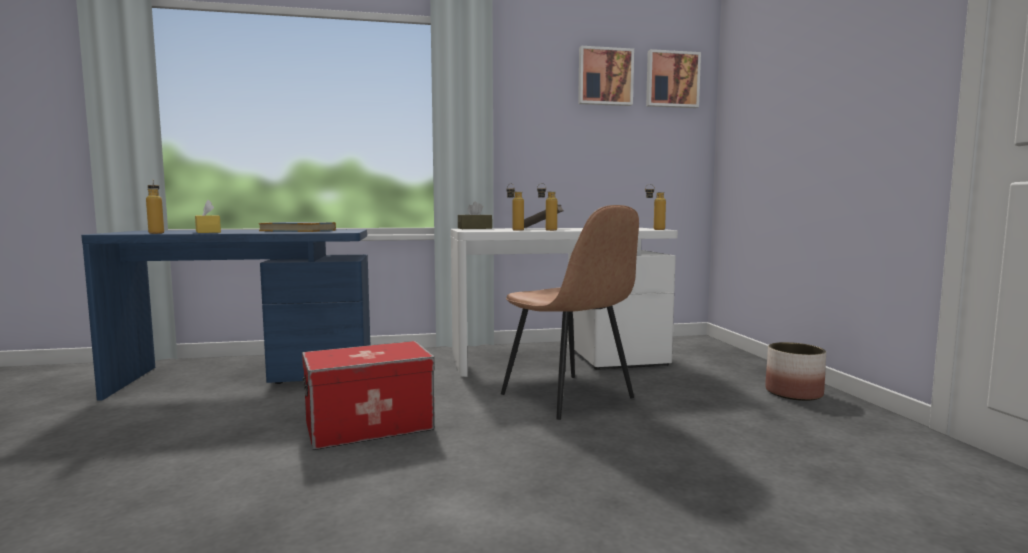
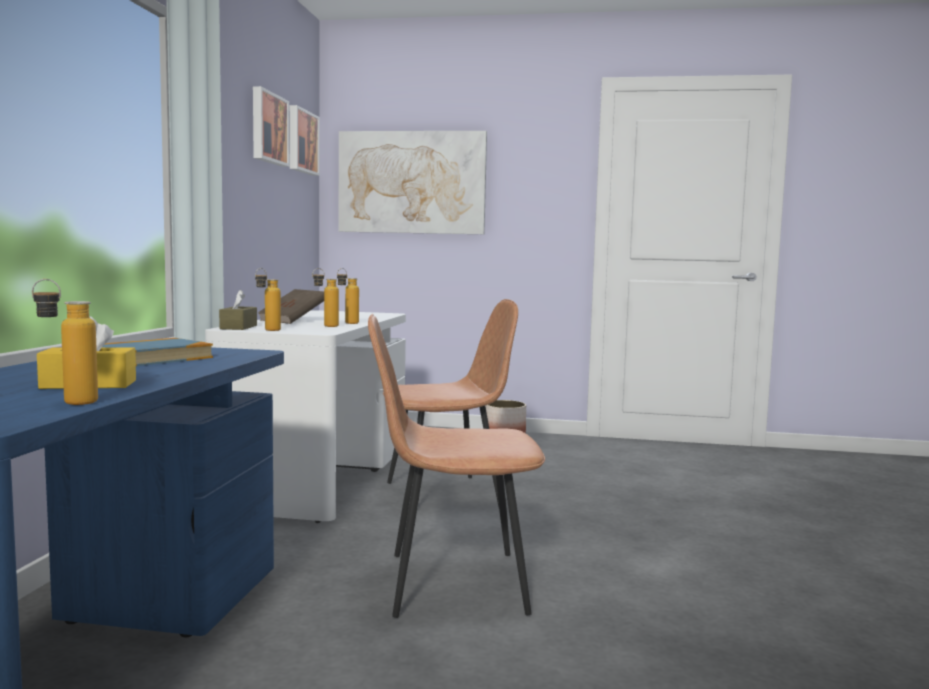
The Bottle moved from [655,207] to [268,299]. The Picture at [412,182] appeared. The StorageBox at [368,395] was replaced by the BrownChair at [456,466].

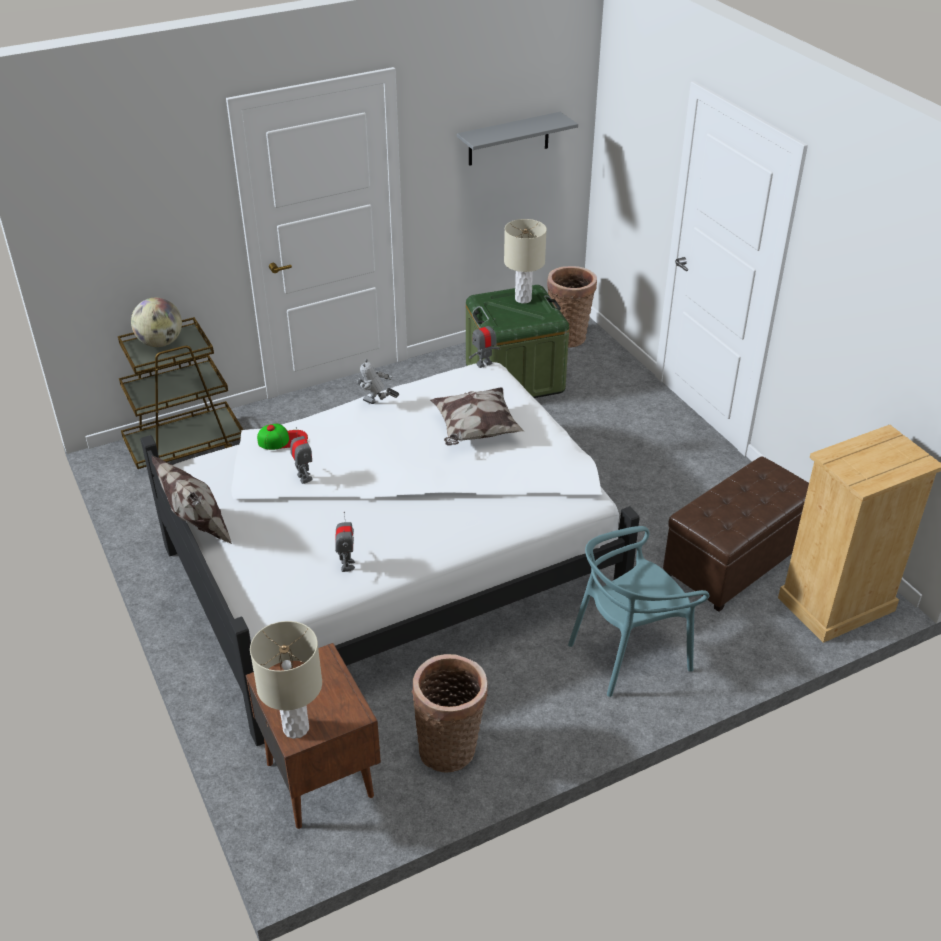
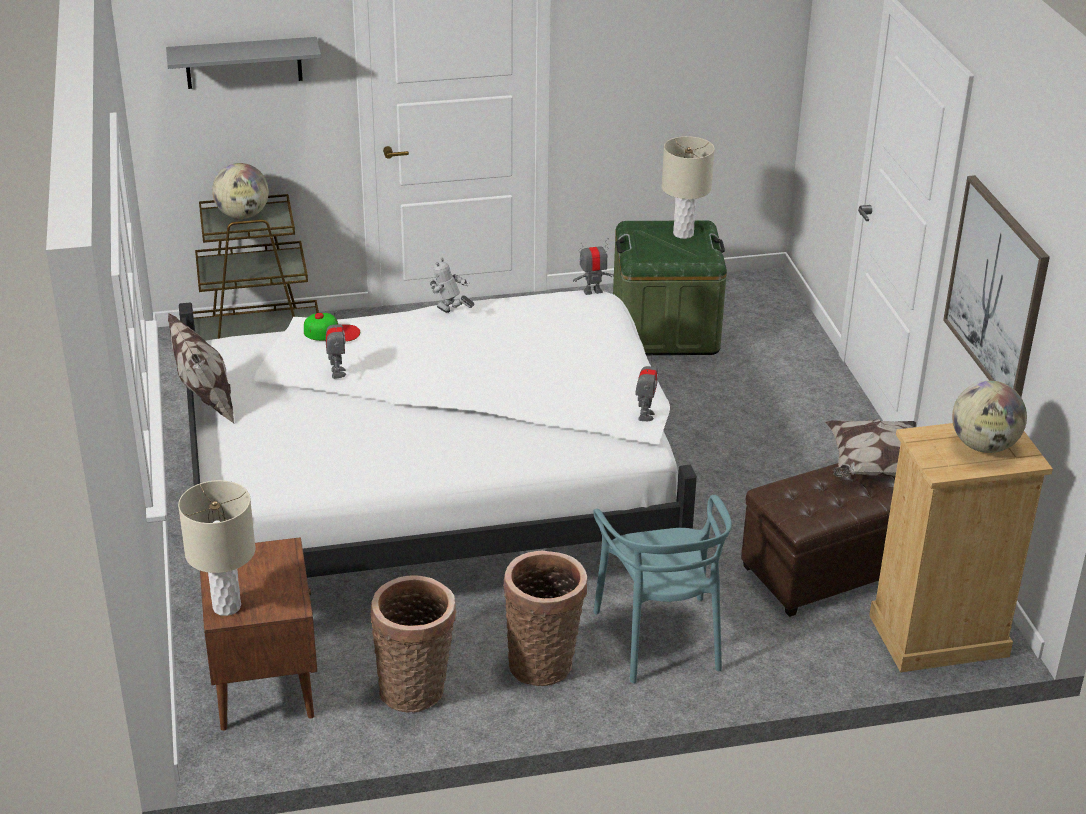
The GreyShelf moved from [517,139] to [243,63]. The Basket moved from [572,307] to [545,618]. The TurquoiseChair at [638,611] turned 90 degrees counterclockwise. The ToyRobot moved from [345,542] to [647,388]. The Pillow moved from [477,416] to [870,448]. The Picture at [996,286] appeared. The Globe at [989,417] appeared.

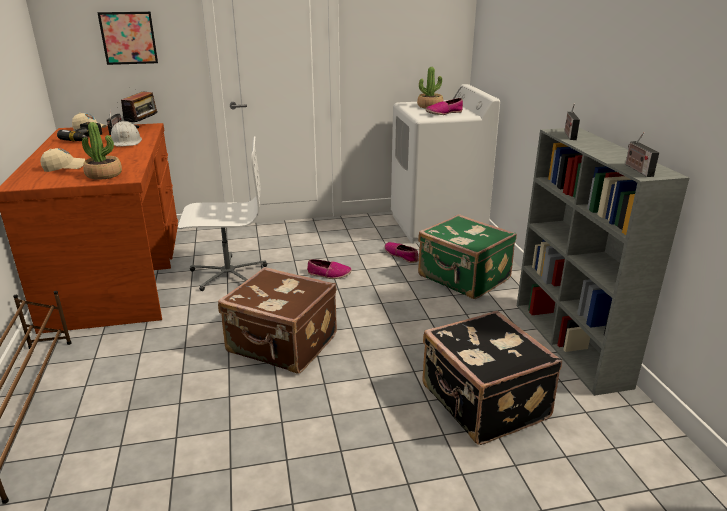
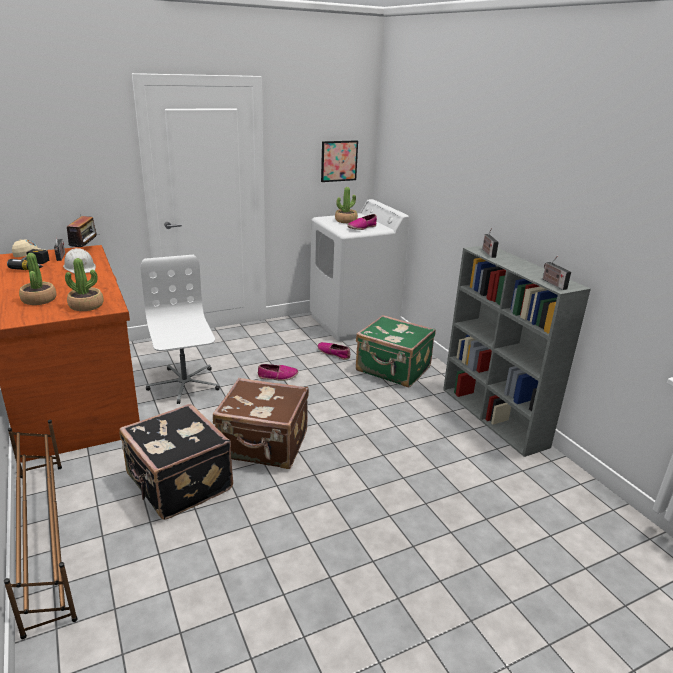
The BeigeCap at [62,160] was replaced by the PottedPlant at [37,279]. The BlackSuitcase moved from [492,377] to [176,461]. The WhiteOfficeChair at [222,213] turned 90 degrees counterclockwise. The Picture moved from [127,38] to [339,161].

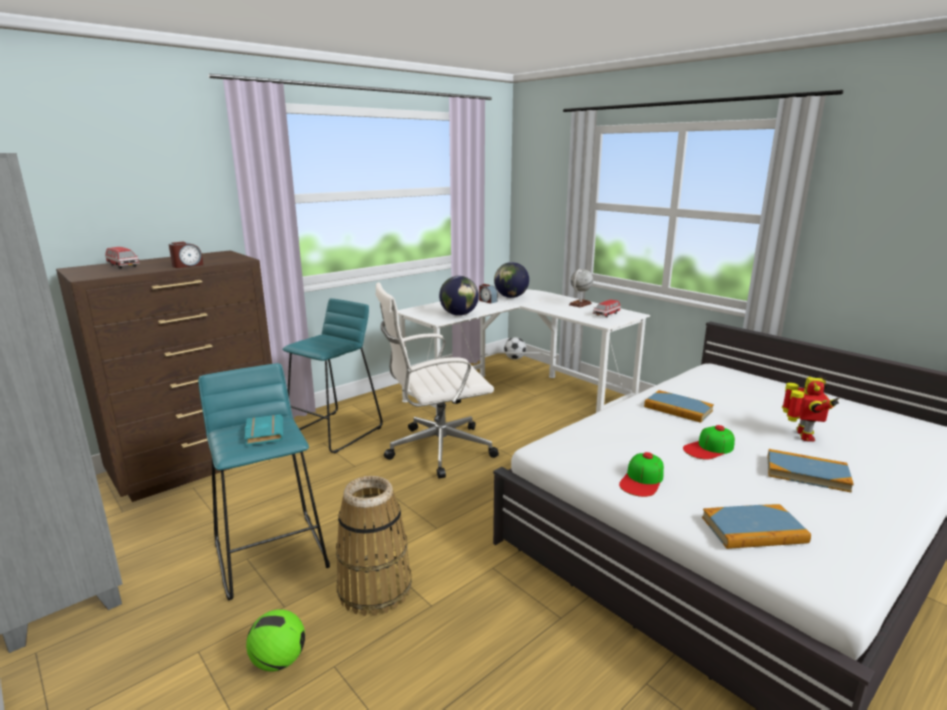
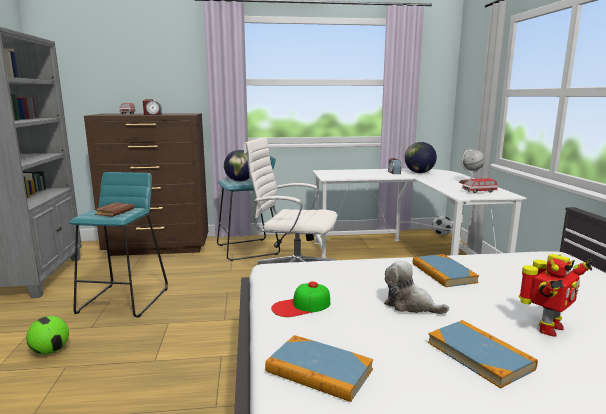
The TurquoiseBook at [263,430] became the BrownBook at [114,210]. The Globe moved from [459,296] to [237,166]. The Cap at [709,442] was replaced by the PlushToy at [416,287]. The Basket at [374,546] disappeared.

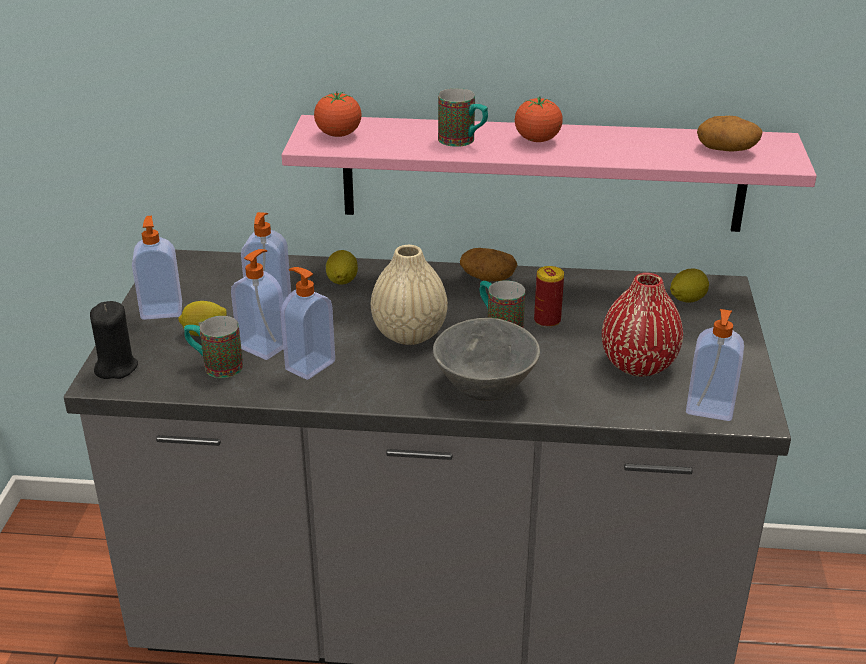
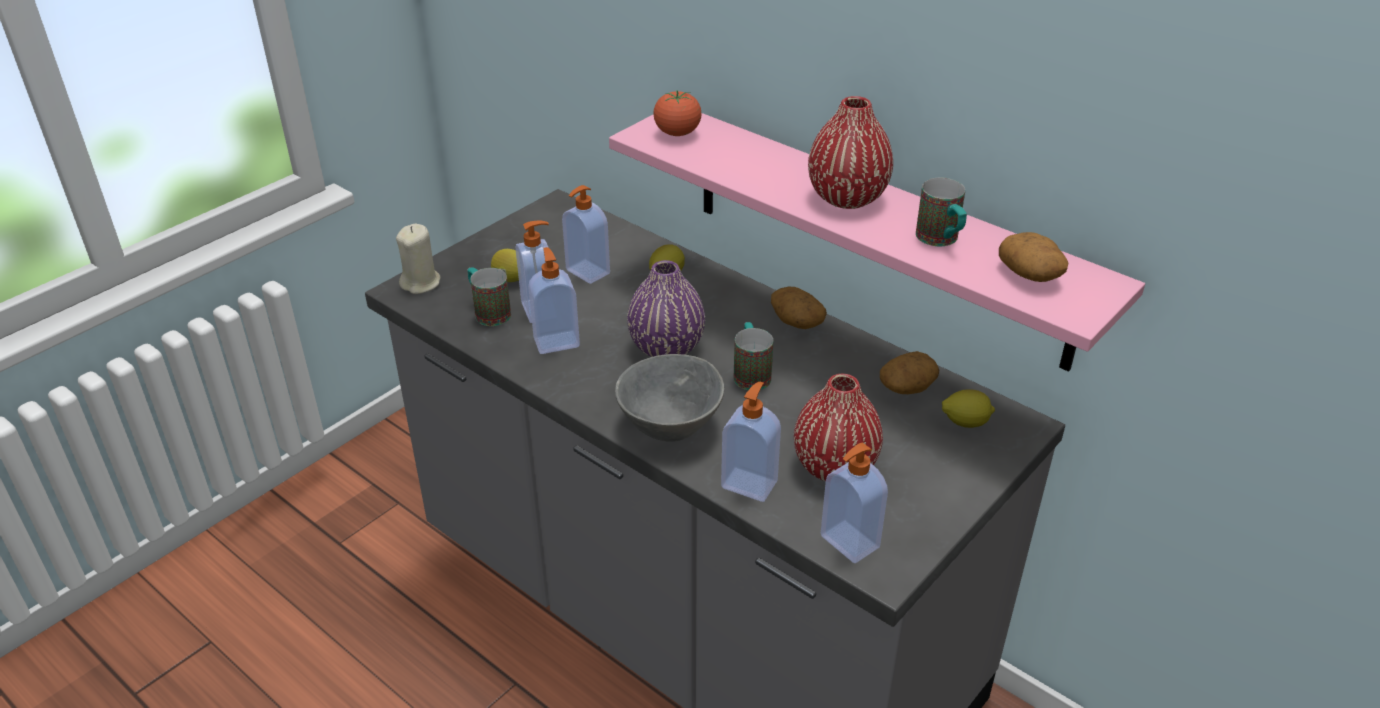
The BlackCandle at [114,340] became the BeigeCandle at [418,259]. The BeigeVase at [409,295] became the PurpleVase at [666,308]. The SoapDispenser moved from [157,268] to [751,442]. The Tomato at [539,119] was replaced by the RedVase at [850,152]. The Potato at [909,372] appeared. The Mug moved from [463,117] to [941,212]. The Can at [549,297] disappeared.

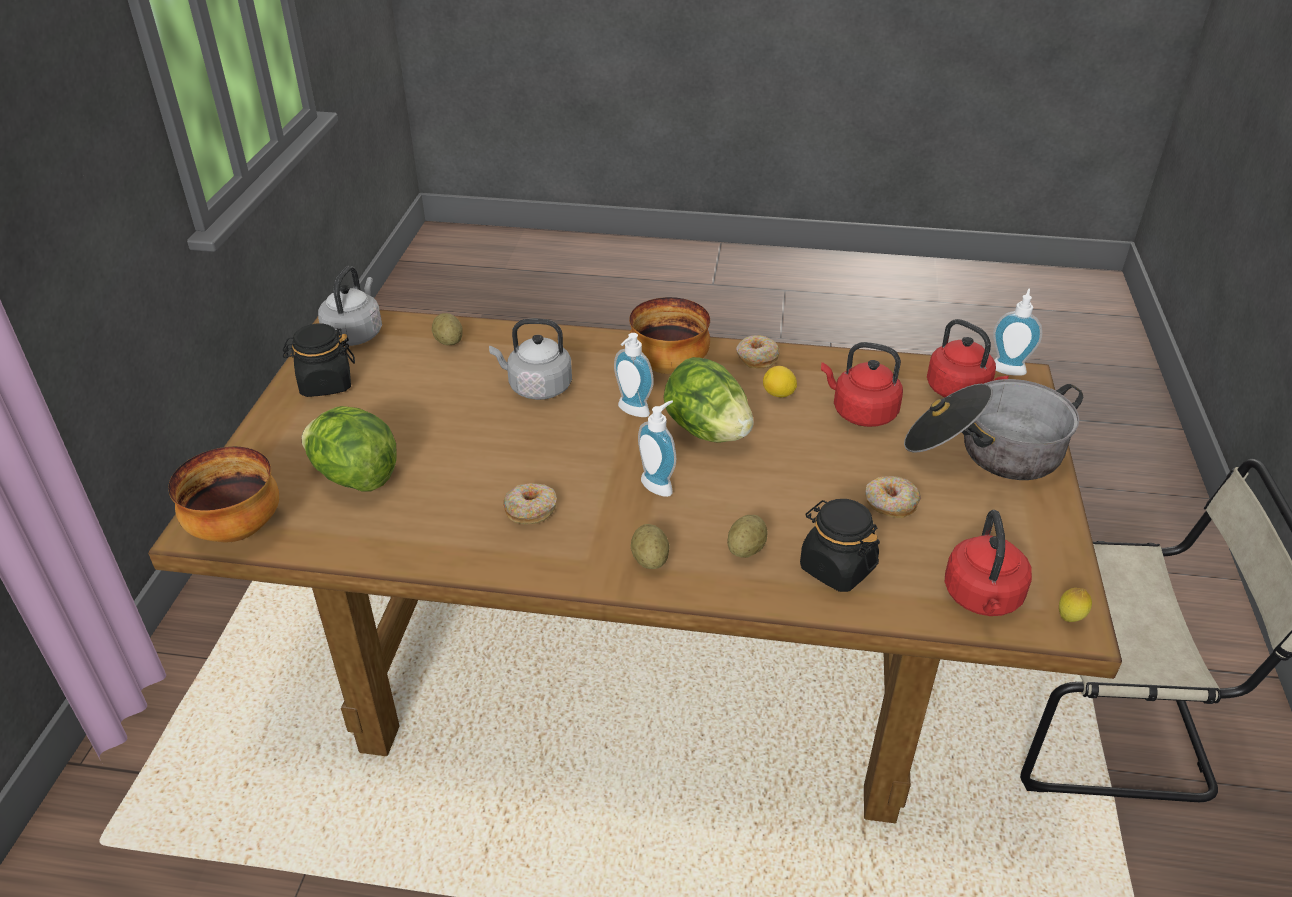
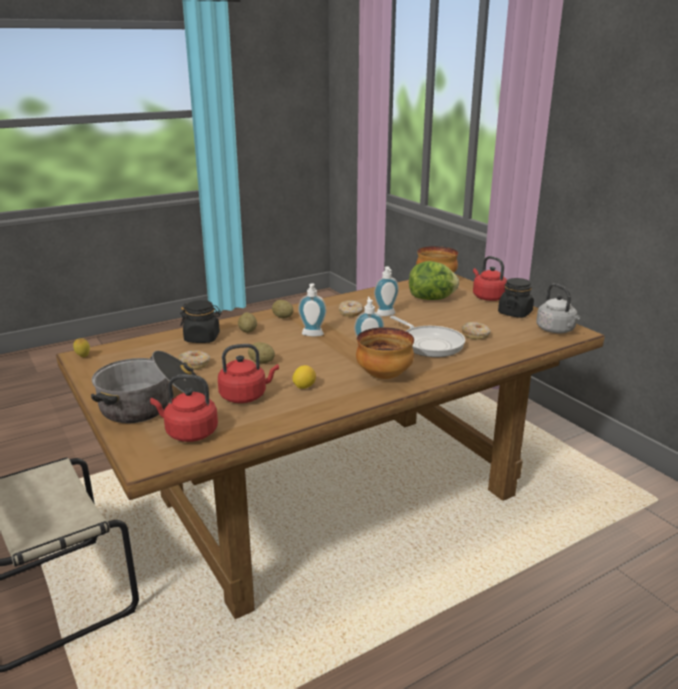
The Potato moved from [447,329] to [261,353]. The SoapDispenser moved from [1017,332] to [386,291]. The GreyKettle at [530,359] was replaced by the FryingPan at [427,336]. The Donut moved from [758,352] to [476,331]. The RedKettle moved from [988,563] to [490,278]. The Lettuce at [709,400] disappeared.

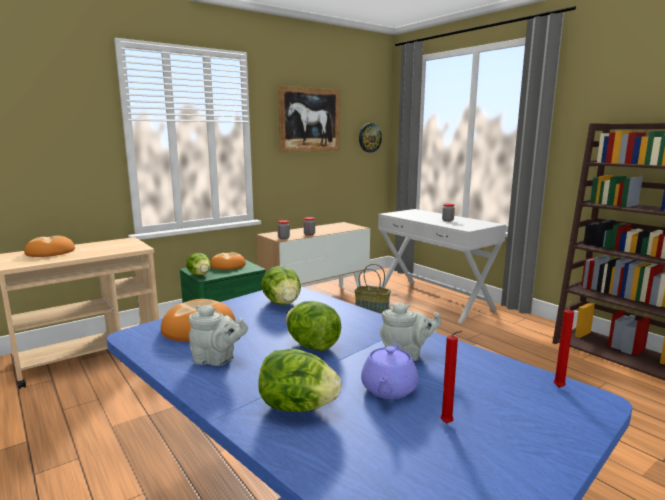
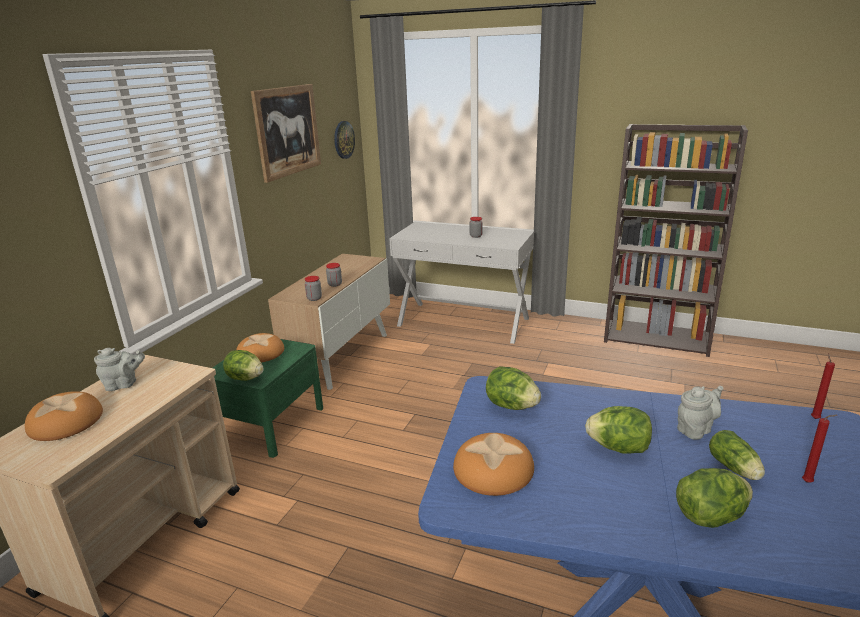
The GreyTeapot moved from [218,335] to [119,369]. The PurpleTeapot at [389,371] was replaced by the Lettuce at [737,455]. The Basket at [373,288] disappeared.

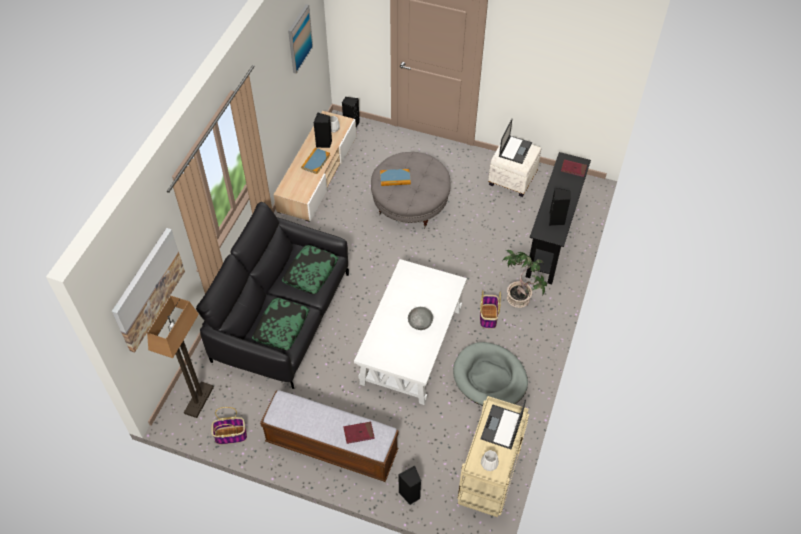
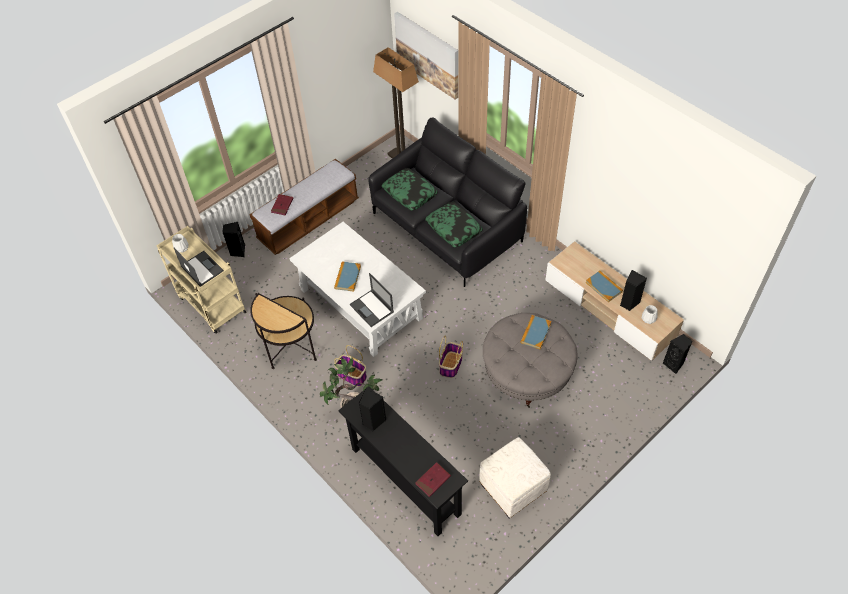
The GreyDogBed at [490,374] was replaced by the SideTable at [283,331]. The GreyBowl at [420,318] was replaced by the Book at [347,277]. The Laptop moved from [515,141] to [372,300]. The Basket moved from [229,425] to [451,357]. The Picture at [300,39] disappeared.

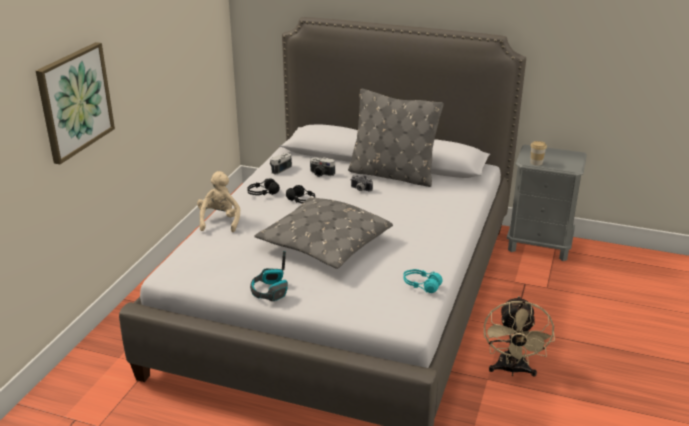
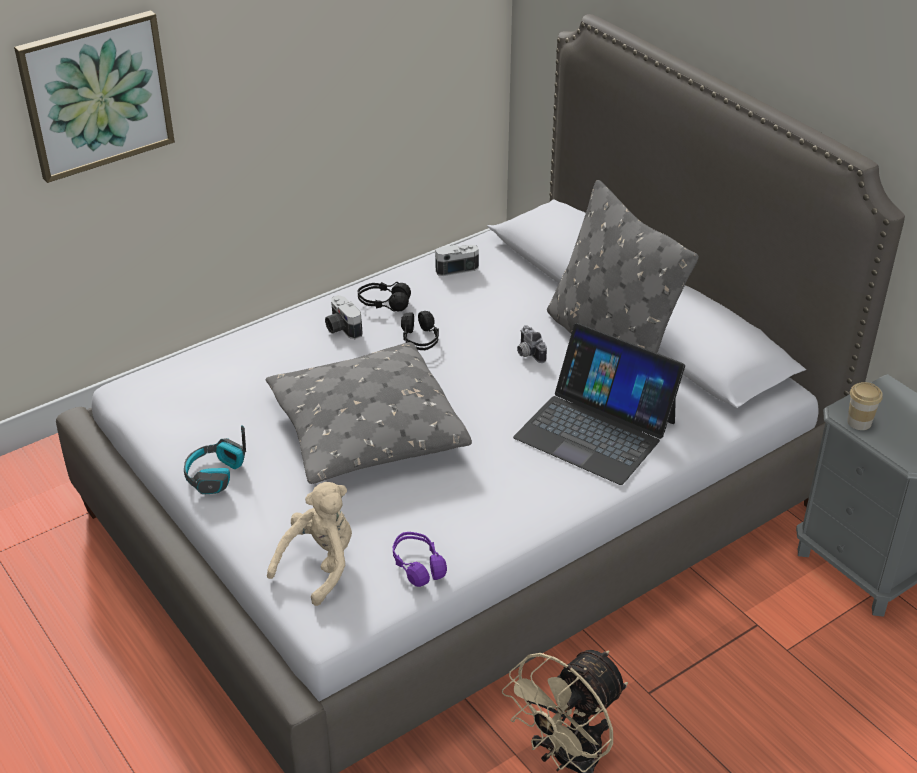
The BeigePlushToy moved from [218,201] to [309,544]. The PhotoCamera moved from [322,167] to [344,317]. The TurquoiseHeadphones at [423,281] became the PurpleHeadphones at [420,559]. The Laptop at [599,404] appeared.

